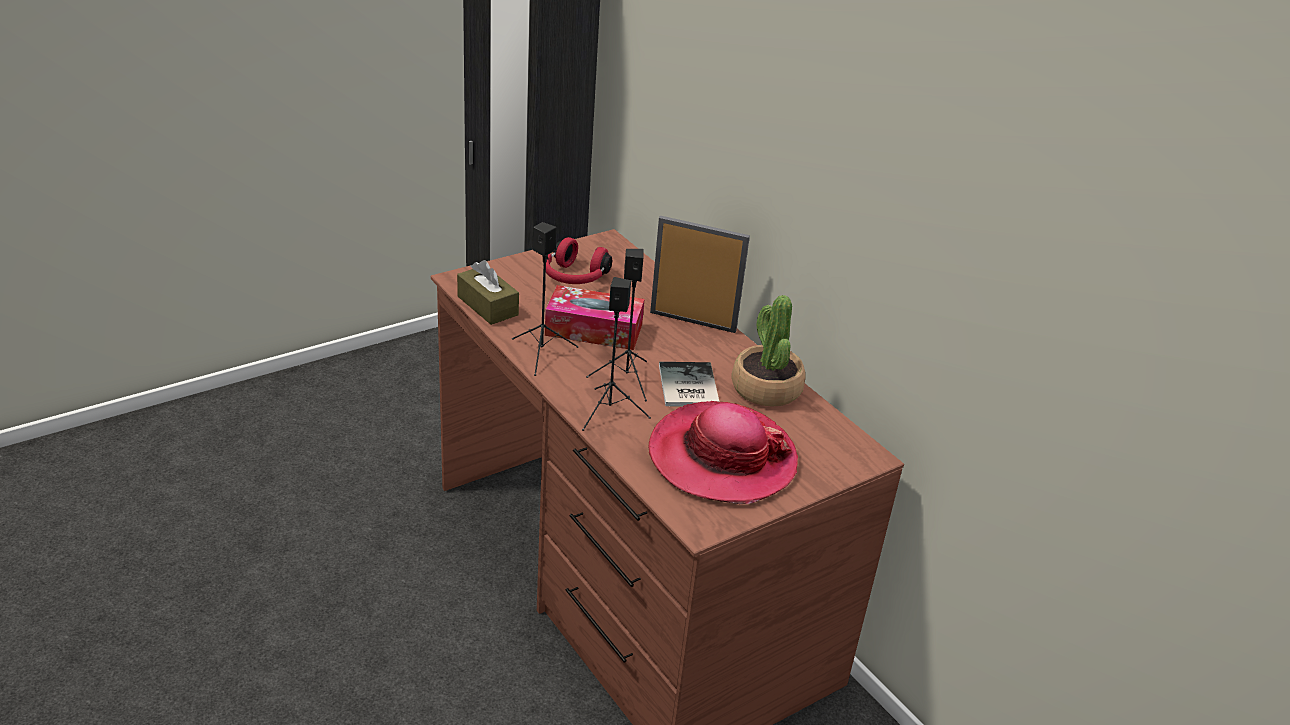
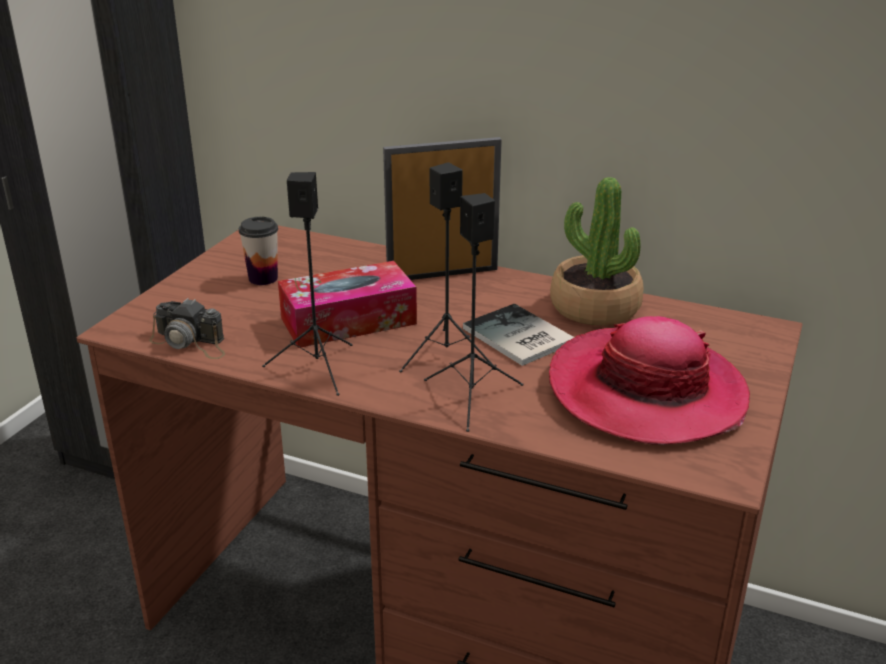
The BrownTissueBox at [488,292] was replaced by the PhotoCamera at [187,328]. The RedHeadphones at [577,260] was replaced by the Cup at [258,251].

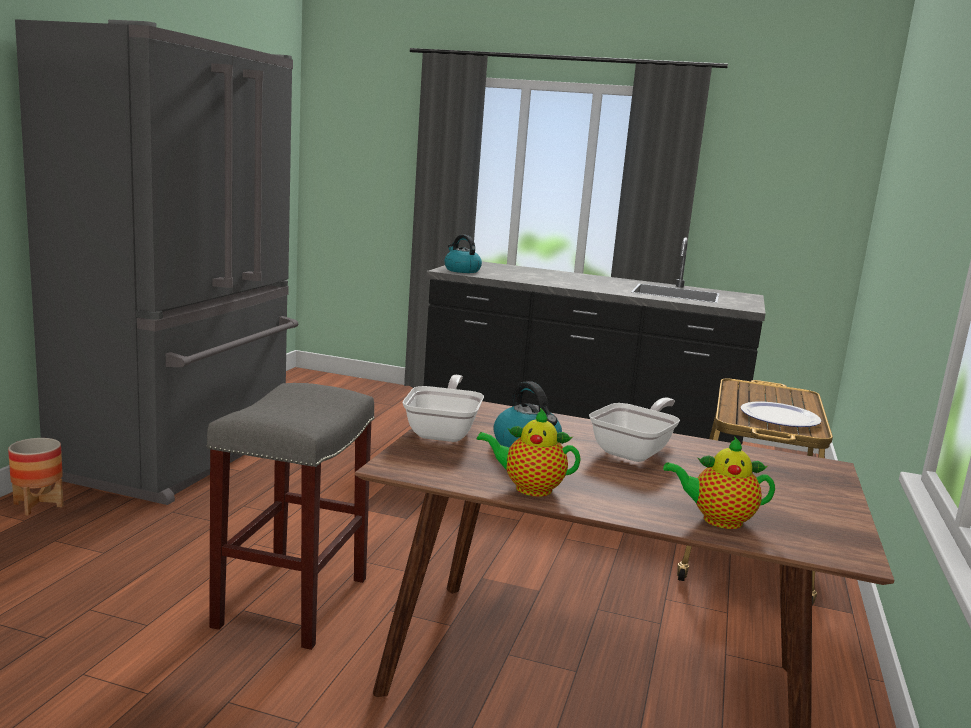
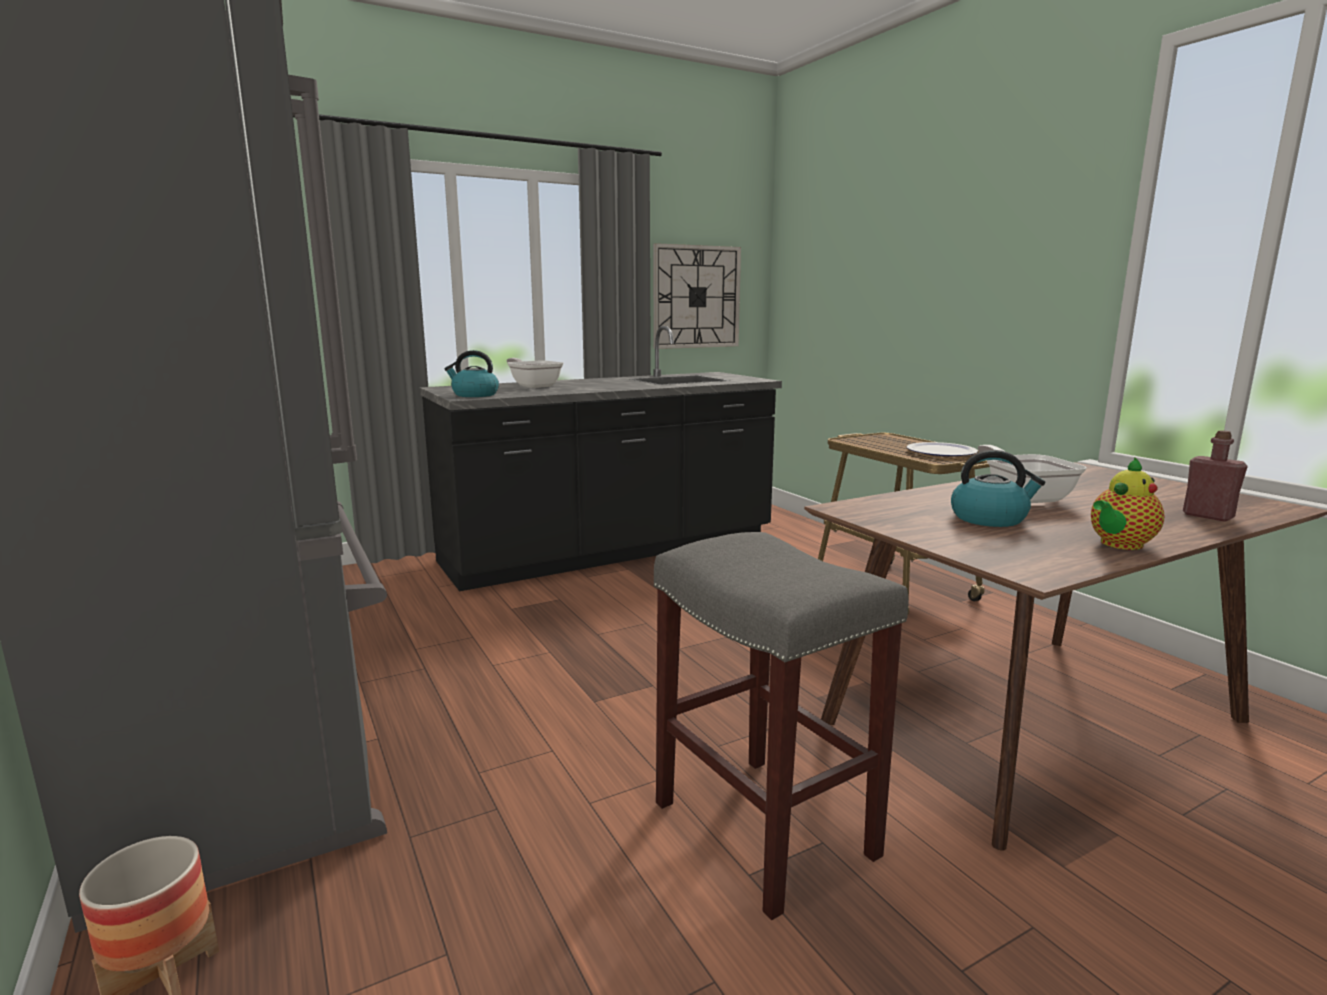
The FryingPan moved from [443,408] to [535,373]. The WallClock at [697,296] appeared. The Teapot at [719,482] was replaced by the RedBottle at [1215,475].

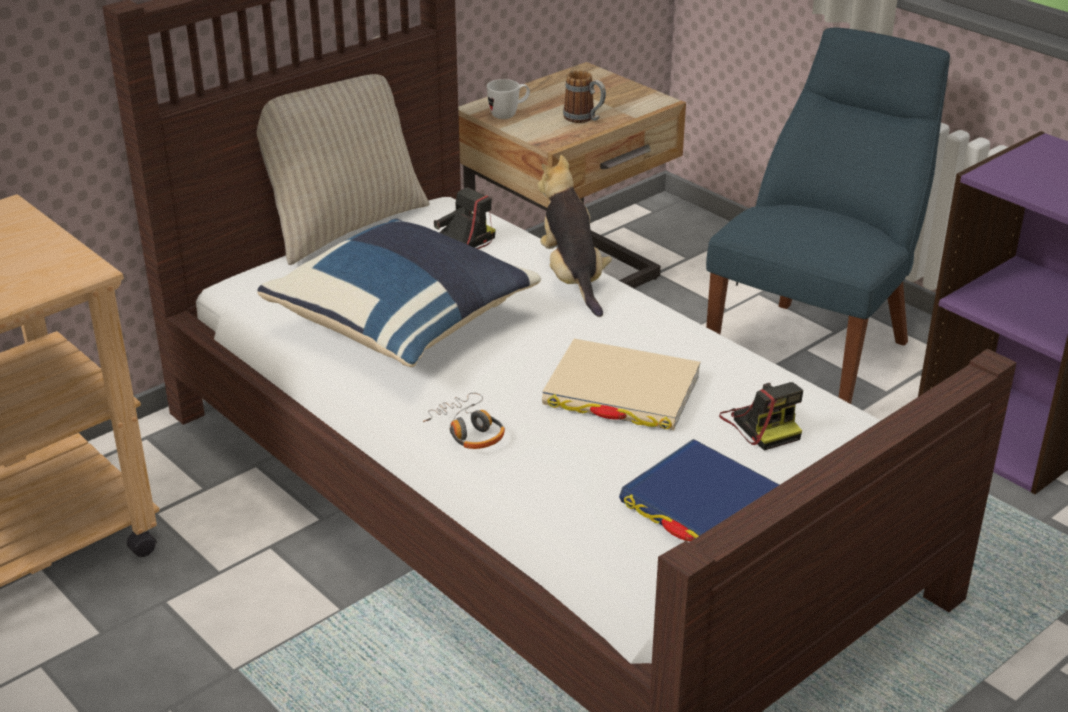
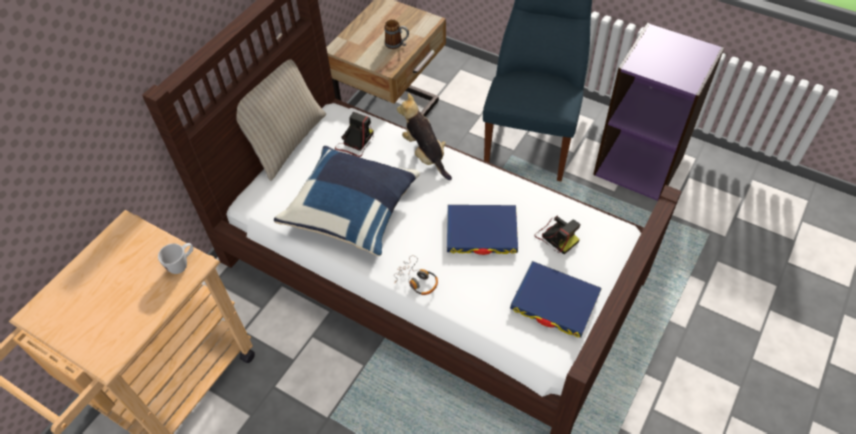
The WhiteMug moved from [508,99] to [175,258]. The BeigeBook at [621,384] became the BlueBook at [482,230].

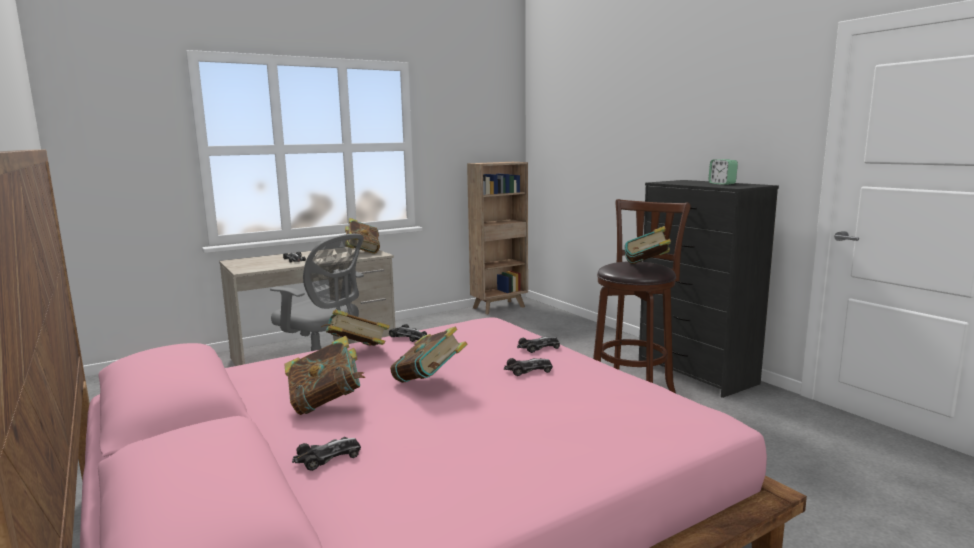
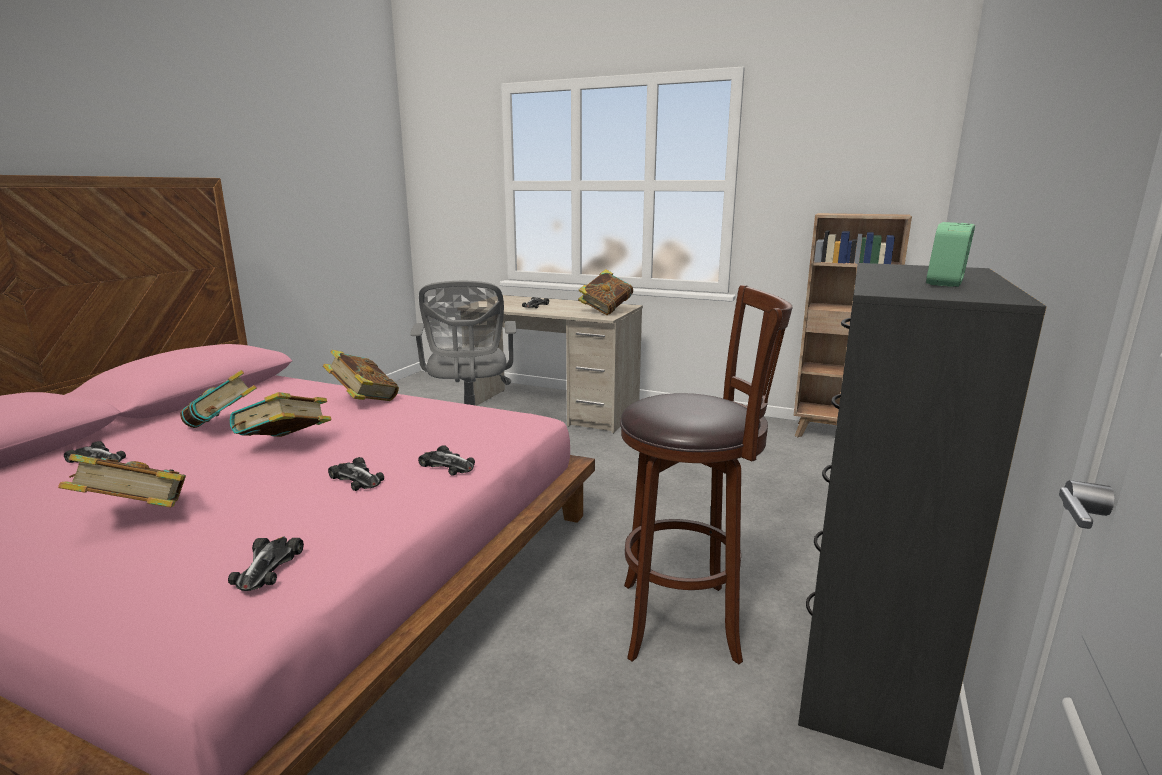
The Book moved from [647,245] to [122,480]. The ToyCar moved from [408,333] to [266,564].

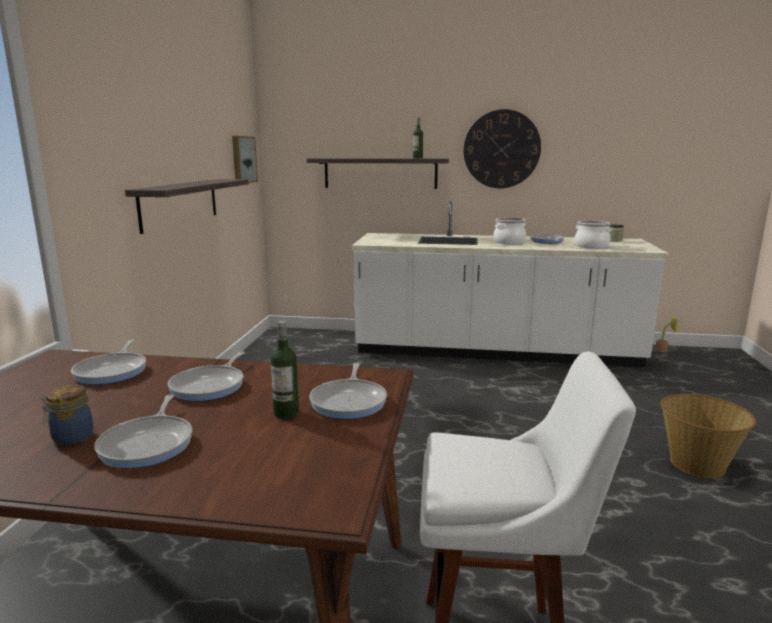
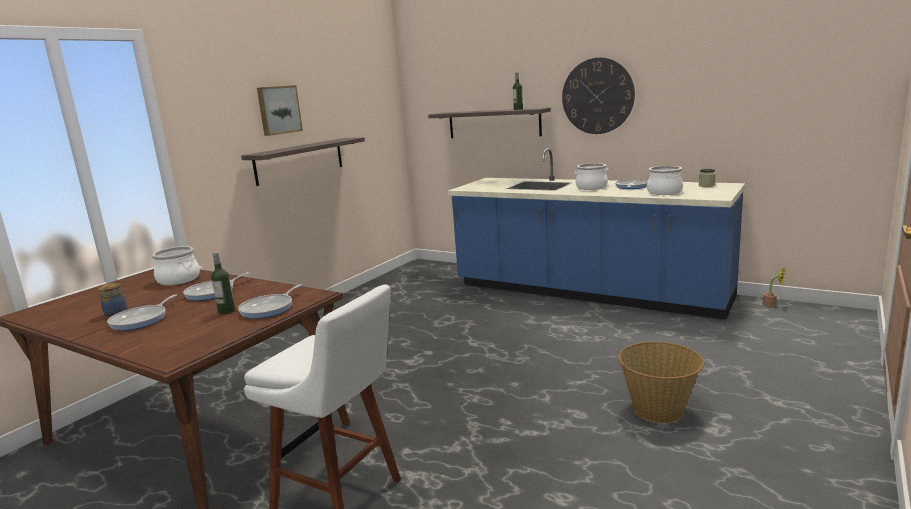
The FryingPan at [108,362] was replaced by the CookingPot at [176,265]. The Picture moved from [245,159] to [280,110]. The WhiteCounter at [510,284] became the BlueCounter at [596,234].

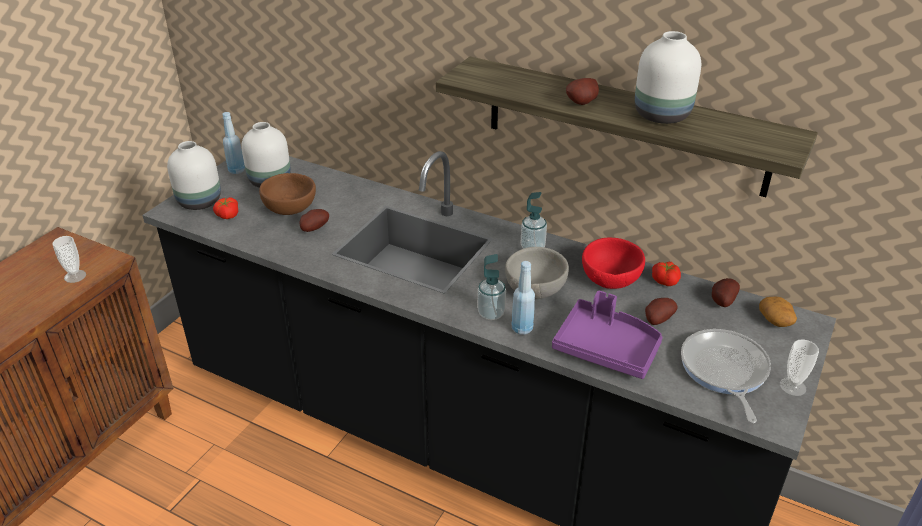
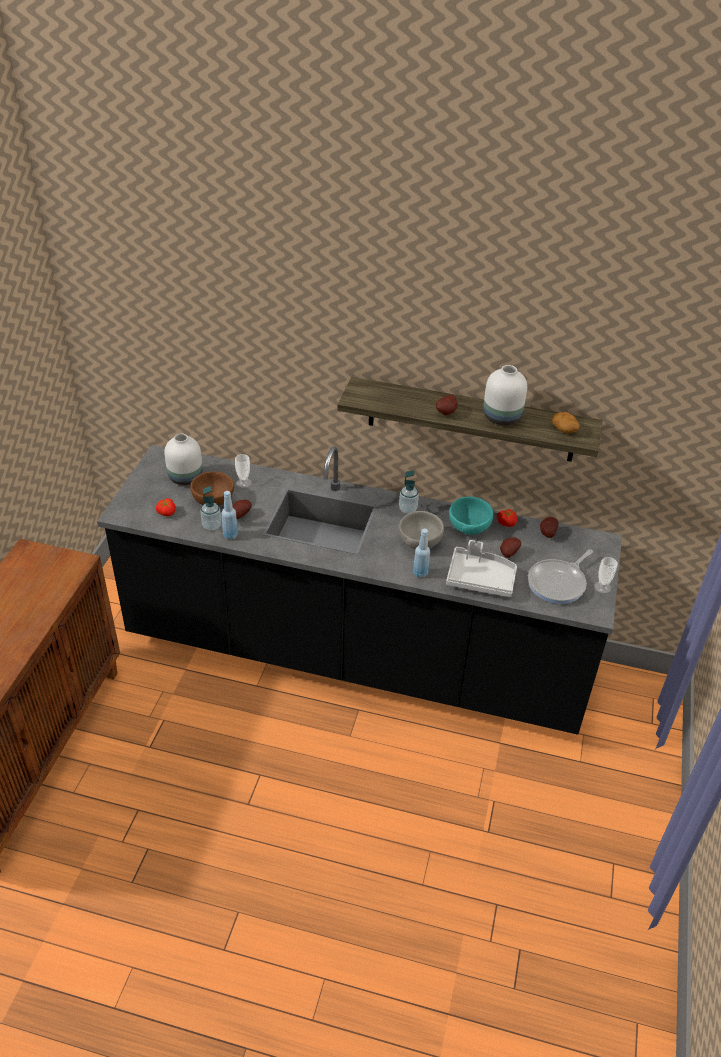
The SoapDispenser moved from [491,287] to [211,508]. The BlueBottle moved from [233,143] to [230,515]. The Cup moved from [69,259] to [243,471]. The PurpleTray at [607,335] became the GreyTray at [481,568]. The RedBowl at [613,263] became the TurquoiseBowl at [471,516]. The FryingPan at [726,376] turned 120 degrees counterclockwise. The Potato moved from [778,312] to [566,422]. The WhiteVase at [194,175] disappeared.

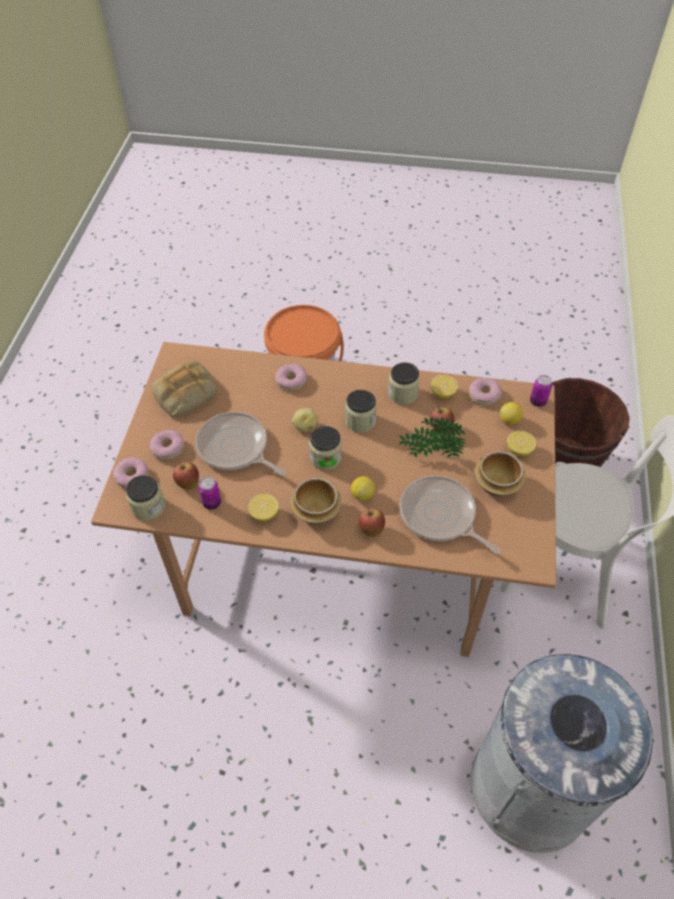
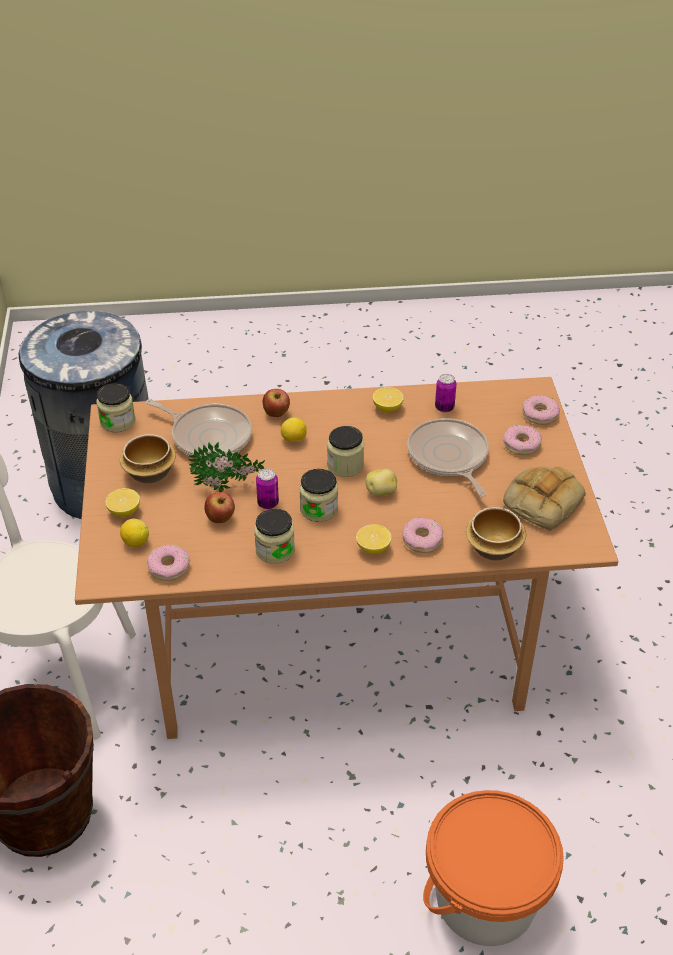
The Jar moved from [145,498] to [115,408]. The Can moved from [541,391] to [267,488]. The Lemon moved from [444,387] to [374,539]. The FryingPan at [241,444] turned 135 degrees counterclockwise. The Bowl moved from [316,501] to [496,534]. The Apple at [186,476] disappeared.

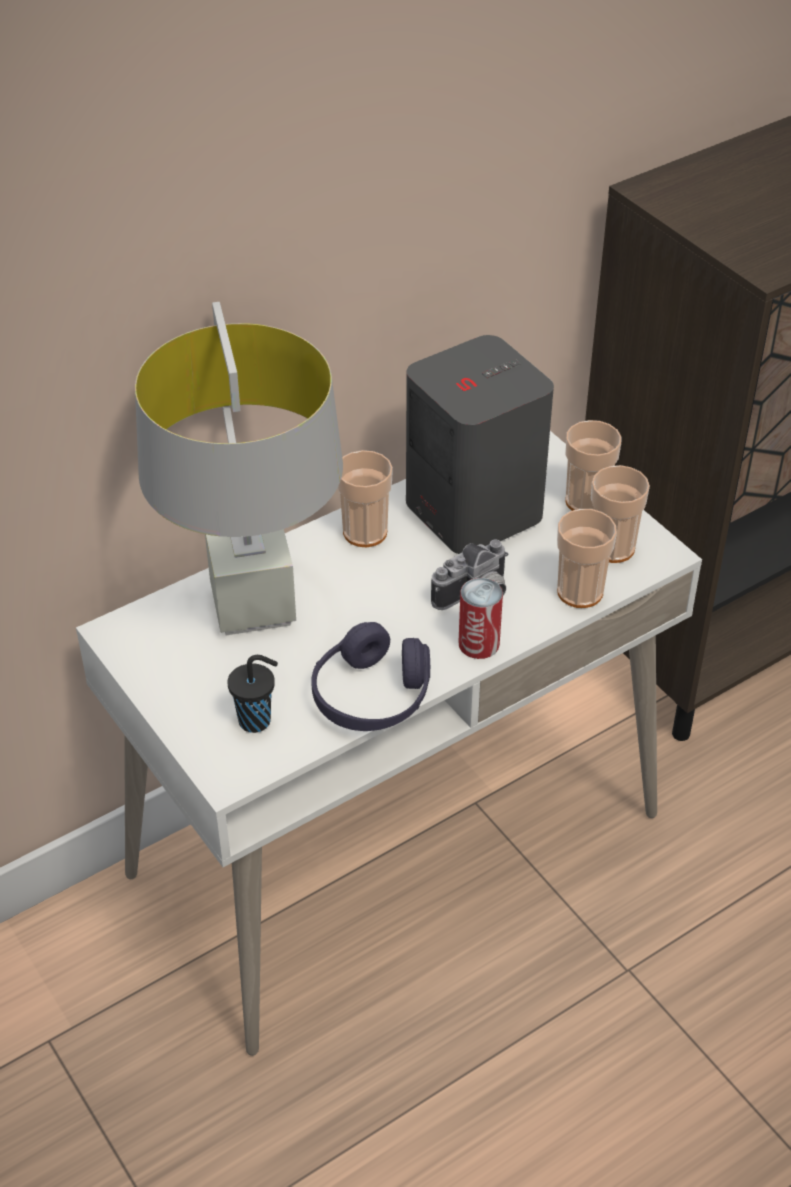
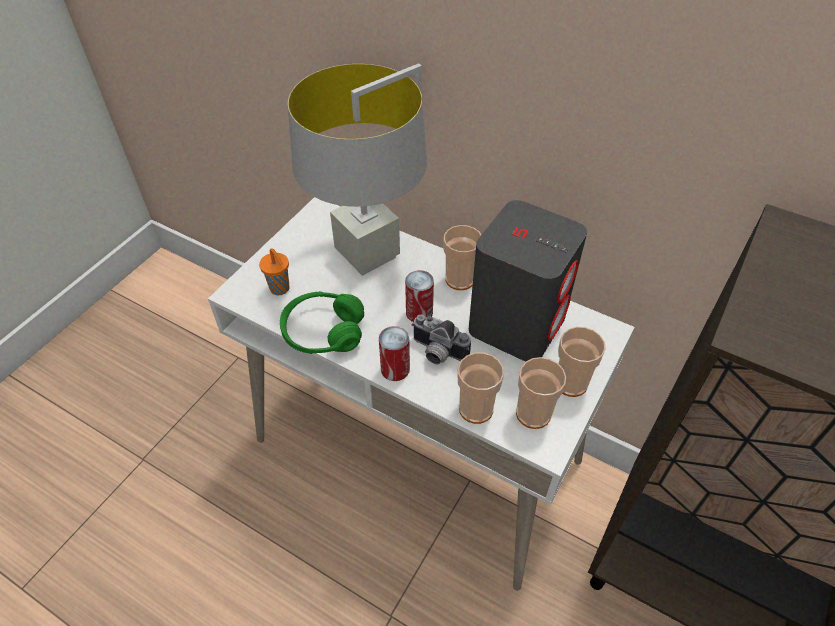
The BlackCup at [252,694] became the OrangeCup at [274,271]. The PurpleHeadphones at [370,676] became the GreenHeadphones at [322,322]. The Can at [419,296] appeared.

